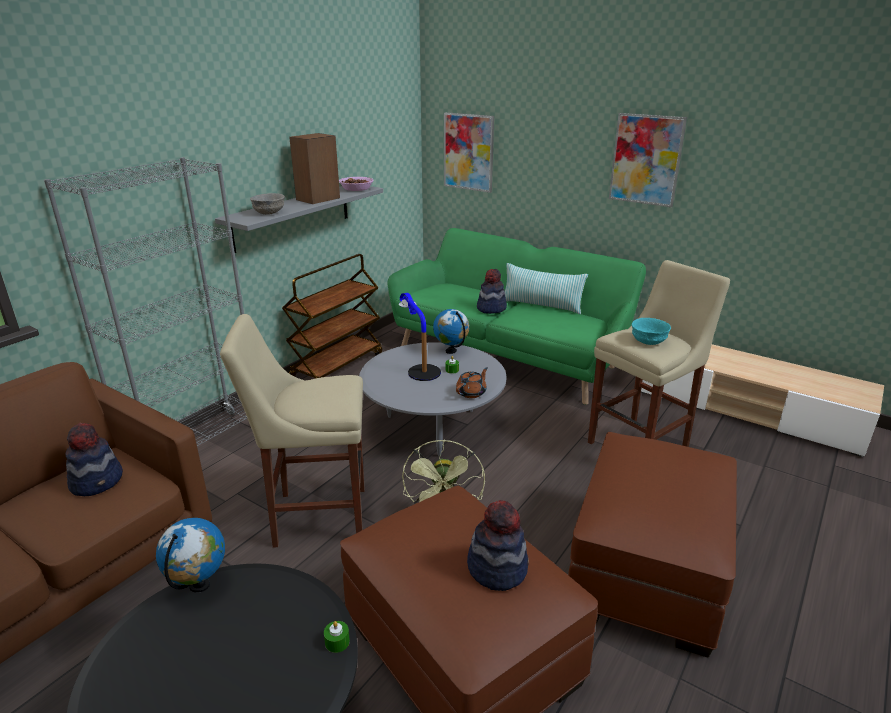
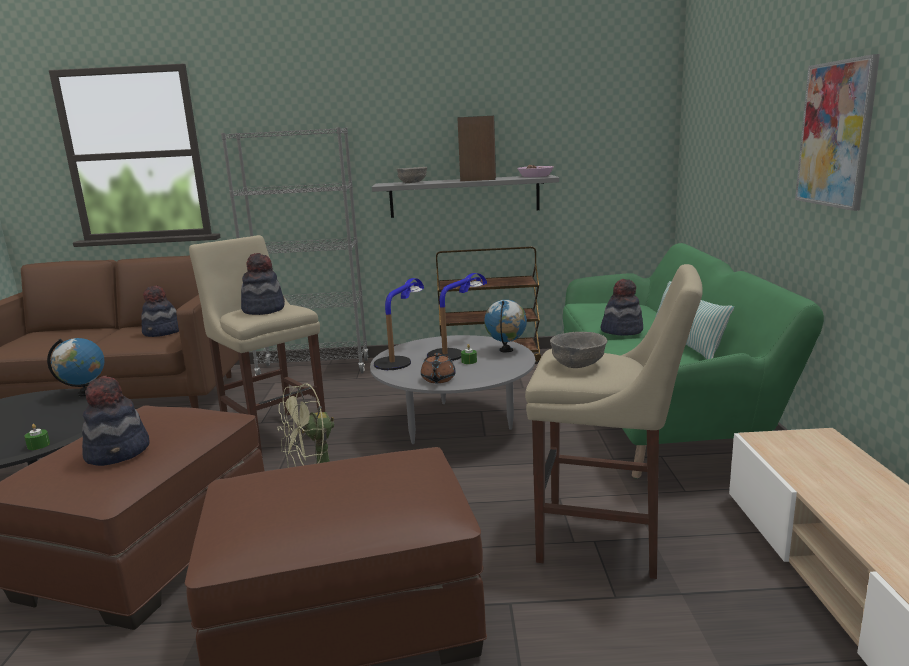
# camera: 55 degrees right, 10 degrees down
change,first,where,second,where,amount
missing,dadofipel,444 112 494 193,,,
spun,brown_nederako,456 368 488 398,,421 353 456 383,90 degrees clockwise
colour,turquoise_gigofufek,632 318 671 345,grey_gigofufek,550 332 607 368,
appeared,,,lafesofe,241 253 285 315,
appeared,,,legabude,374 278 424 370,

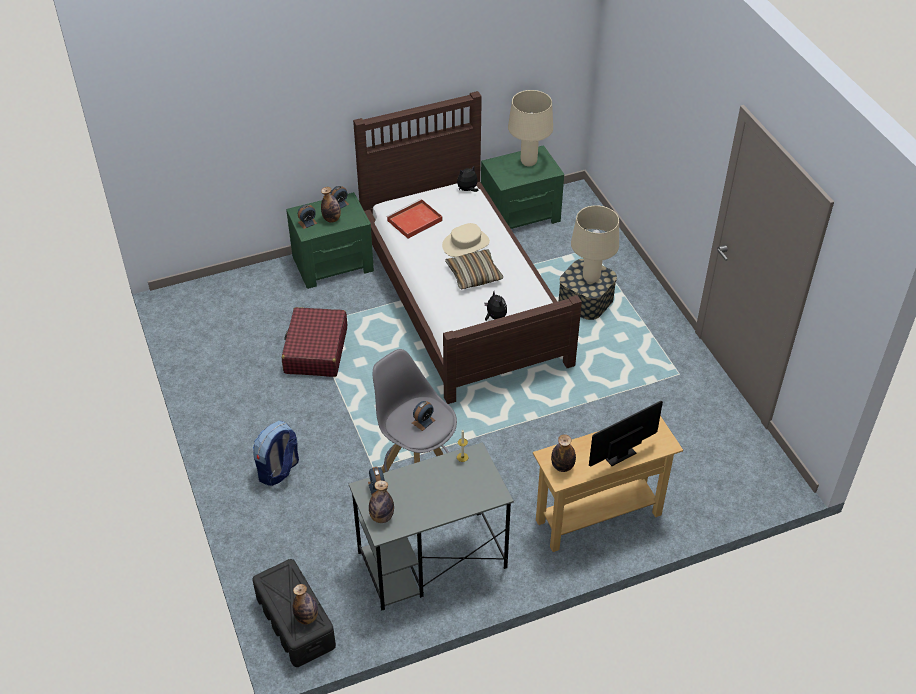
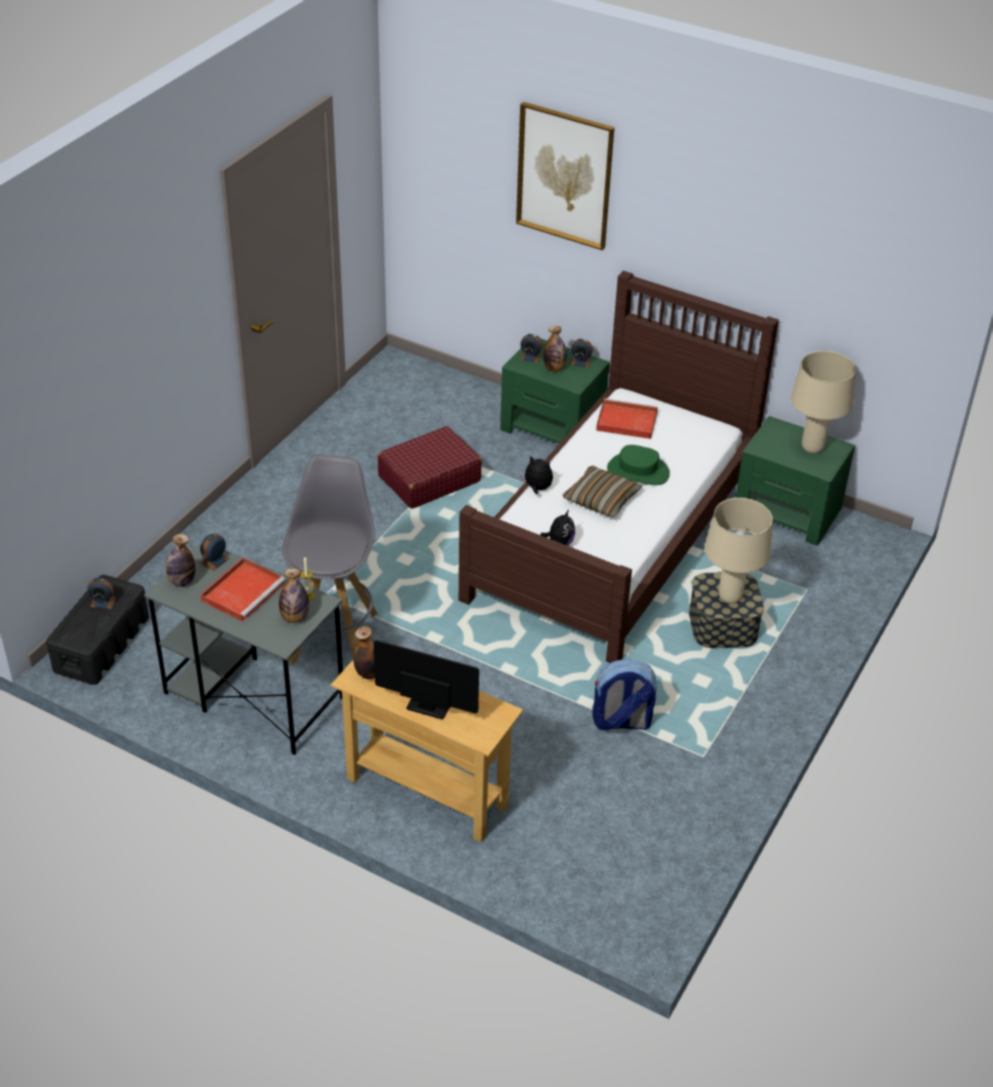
# camera: 50 degrees right, 5 degrees down
change,first,where,second,where,amount
relocated,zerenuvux,253 421 299 486,,592 659 657 730,
relocated,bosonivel,293 584 318 624,,279 568 309 623,
relocated,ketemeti,412 401 435 431,,87 577 116 609,
colour,beige_lafesofe,442 223 490 257,green_lafesofe,607 445 670 485,
relocated,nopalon,457 167 479 192,,520 455 553 494,
appeared,,,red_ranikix,200 557 285 622,
appeared,,,dadofipel,516 102 614 250,

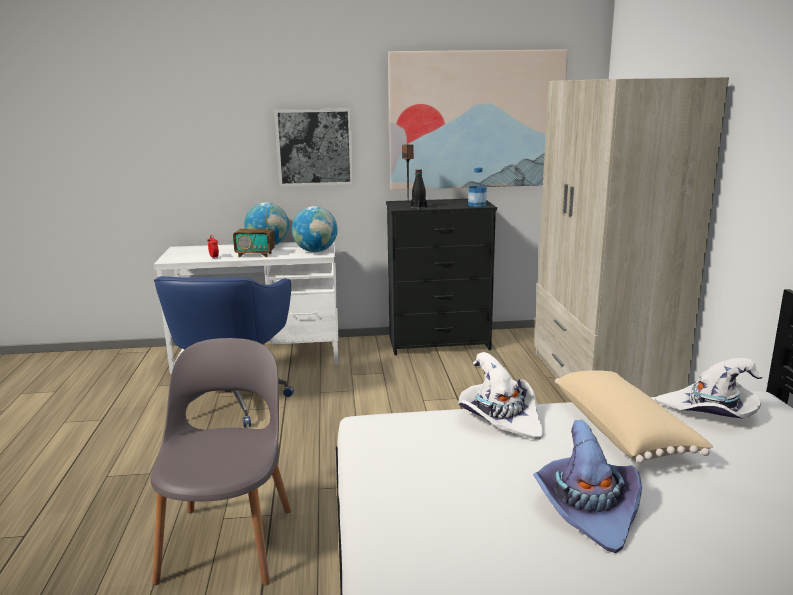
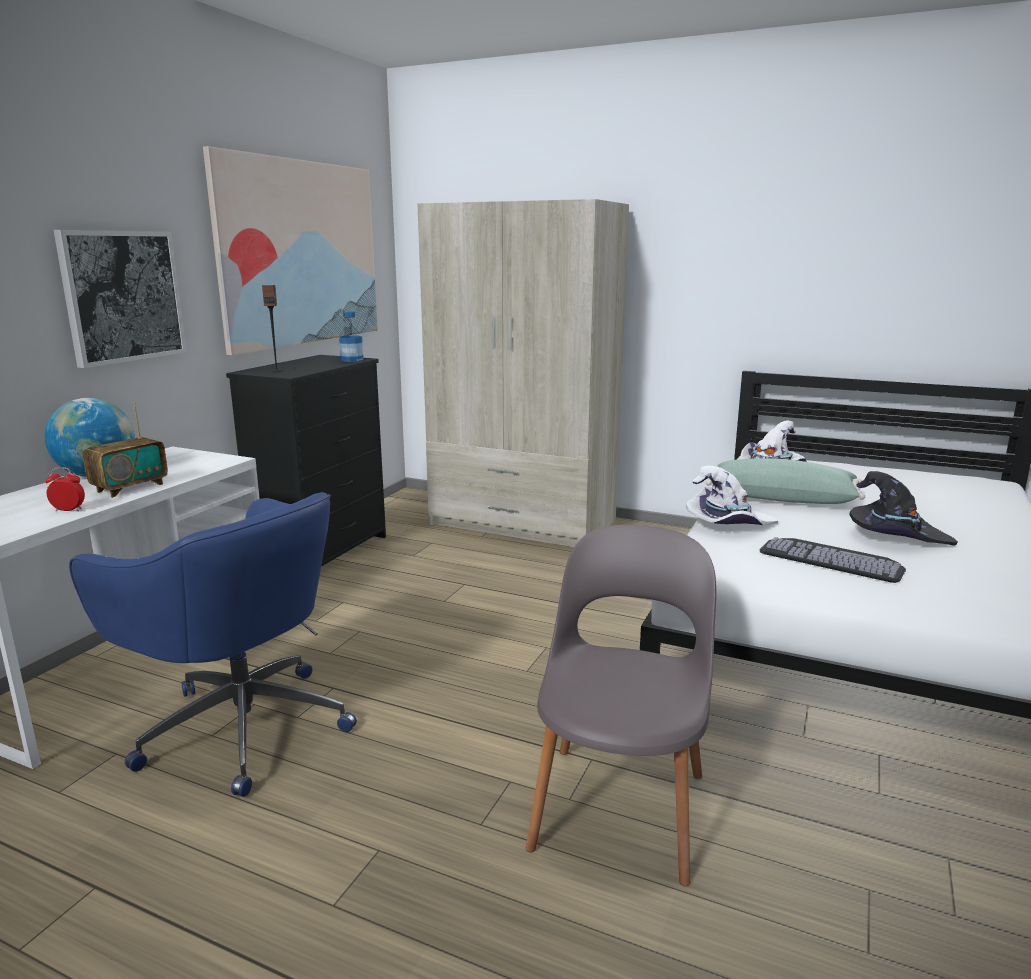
# camera: 60 degrees left, 0 degrees up
change,first,where,second,where,amount
spun,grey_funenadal,151 338 291 585,,526 525 716 886,75 degrees clockwise
missing,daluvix,292 206 338 252,,,
missing,black_bosonivel,410 169 427 209,,,
colour,purple_lafesofe,533 420 642 553,black_lafesofe,849 471 958 546,
colour,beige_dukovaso,555 370 713 463,green_dukovaso,706 459 865 504,
appeared,,,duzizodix,760 537 906 583,

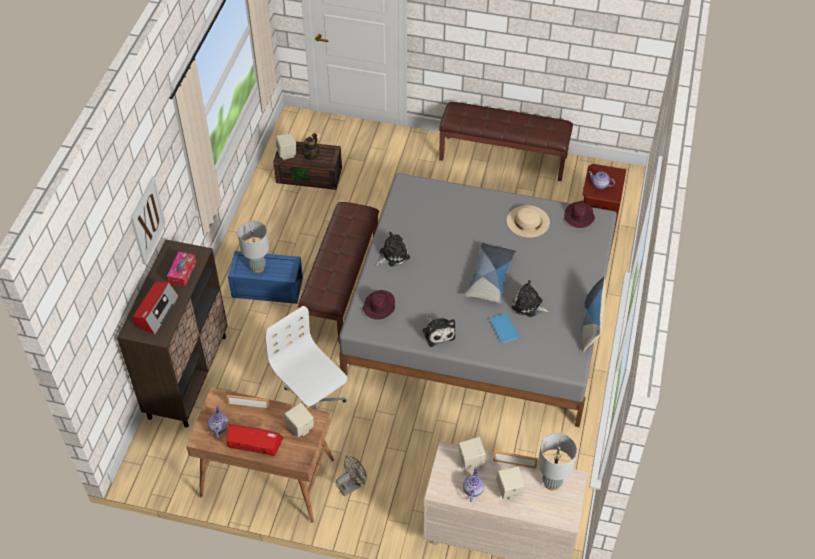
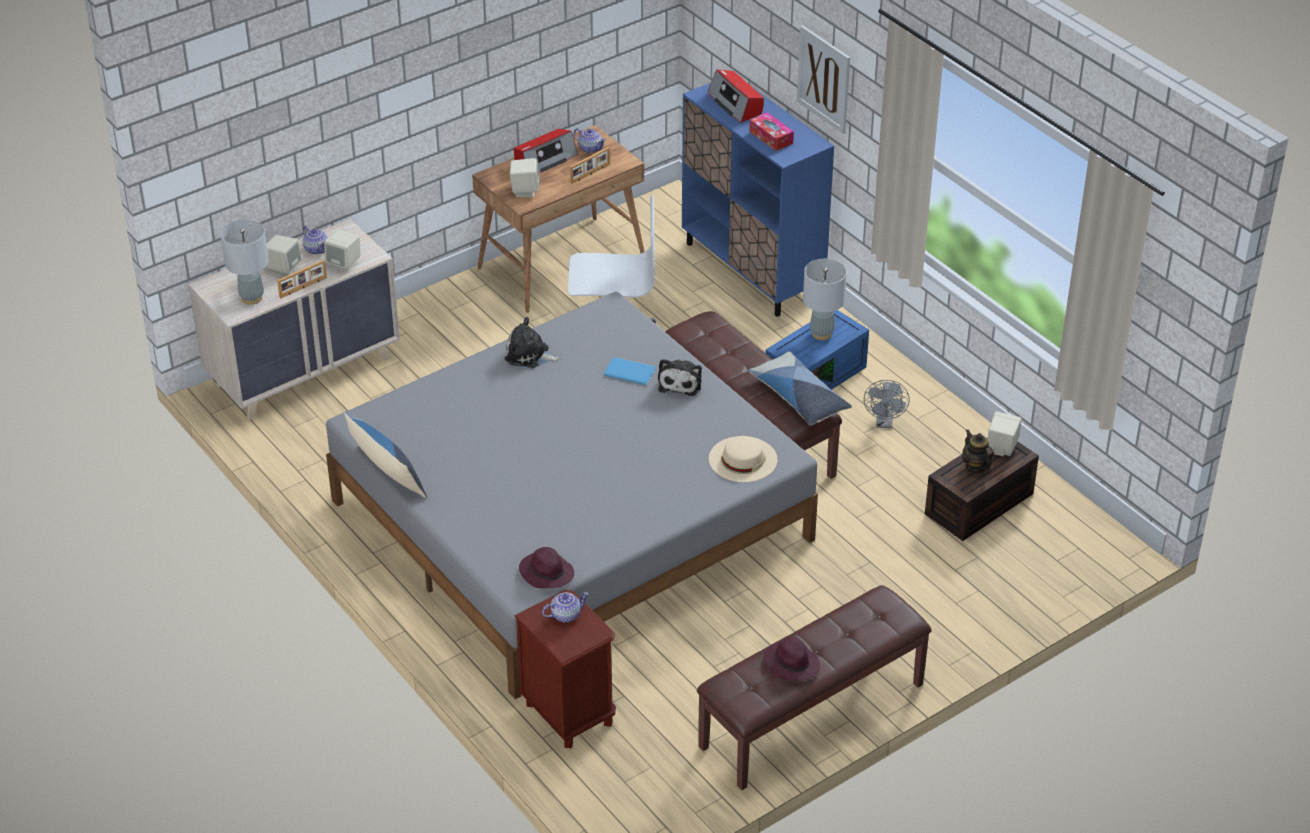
# camera: 130 degrees right, 10 degrees down
change,first,where,second,where,amount
colour,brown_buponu,117 239 228 428,blue_buponu,682 83 834 316,
relocated,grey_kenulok,336 456 367 496,,864 380 910 429,
relocated,purple_lafesofe,363 290 395 320,,764 637 820 681,
relocated,dukovaso,465 243 516 303,,748 351 852 425,
relocated,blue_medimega,490 313 520 344,,604 357 655 386,
relocated,beige_lafesofe,507 205 550 238,,709 436 778 482,
missing,nopalon,512 280 550 317,,,

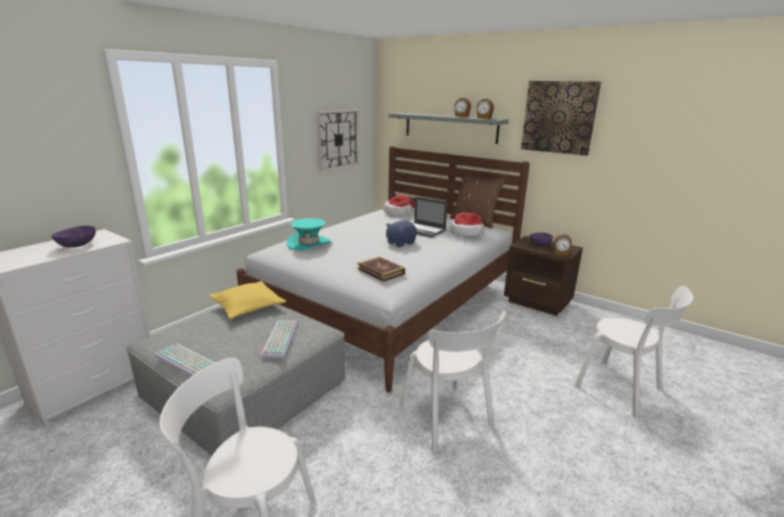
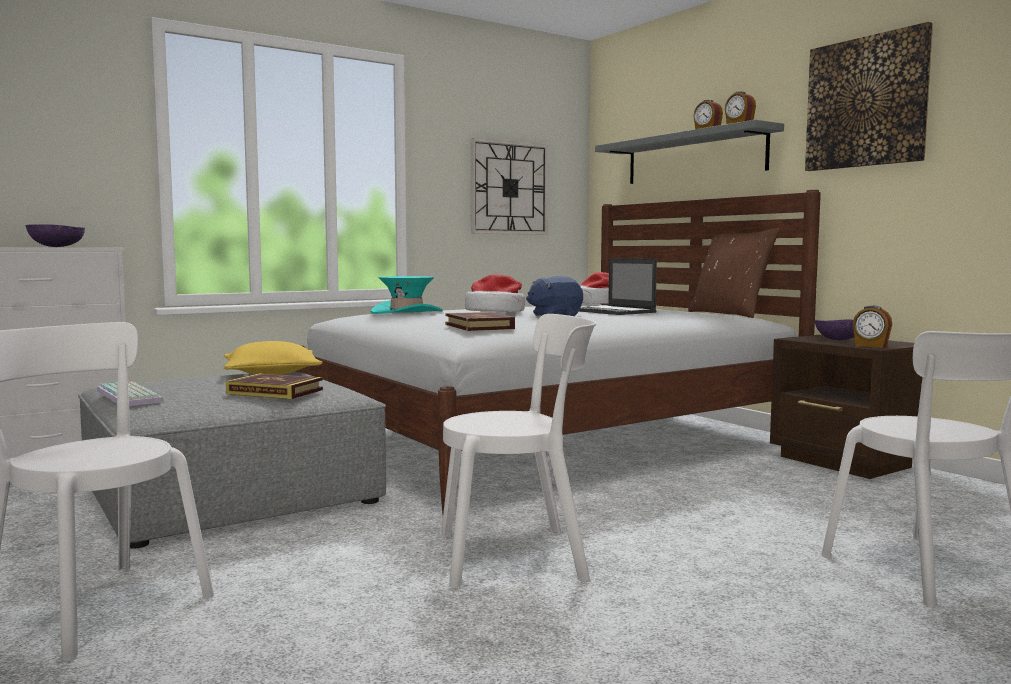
# camera: 20 degrees right, 15 degrees down
change,first,where,second,where,amount
exchanged,duzizodix,260 320 298 358,medimega,226 373 323 399,
spun,white_funenadal,399 311 506 452,,441 314 597 588,90 degrees counterclockwise
relocated,lafesofe,450 212 484 237,,465 274 525 312,

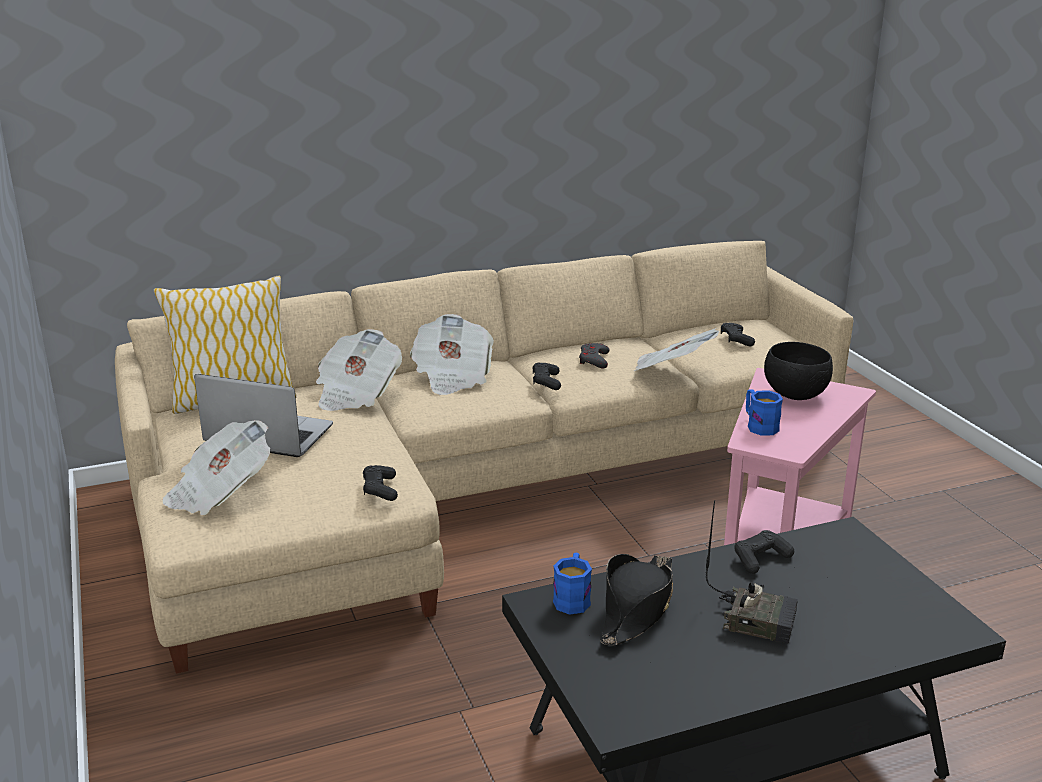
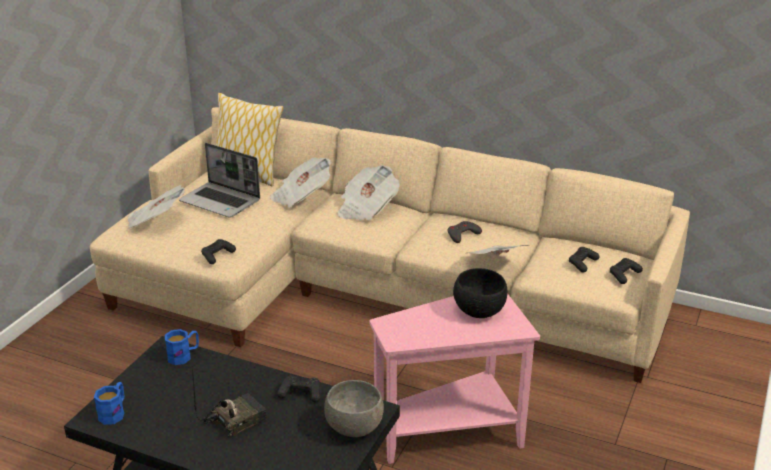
# camera: 45 degrees right, 5 degrees up
change,first,where,second,where,amount
spun,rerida,194 374 333 457,,179 143 260 218,150 degrees clockwise
relocated,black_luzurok,533 362 561 390,,610 258 643 284,
missing,black_lafesofe,600 554 673 646,,,
spun,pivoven,706 500 798 644,,192 366 267 438,105 degrees counterclockwise
relocated,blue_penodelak,746 390 783 436,,94 382 124 425,
appeared,,,grey_gigofufek,324 380 384 437,

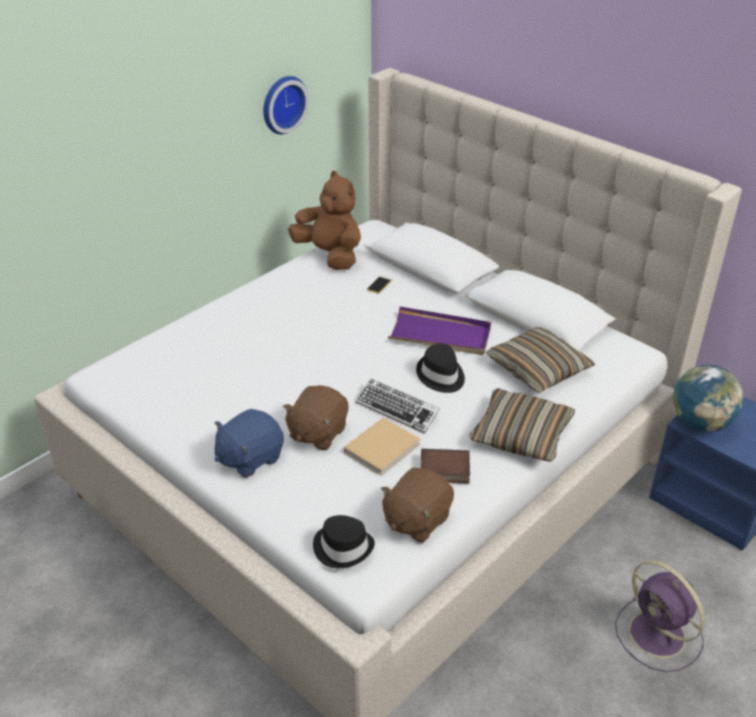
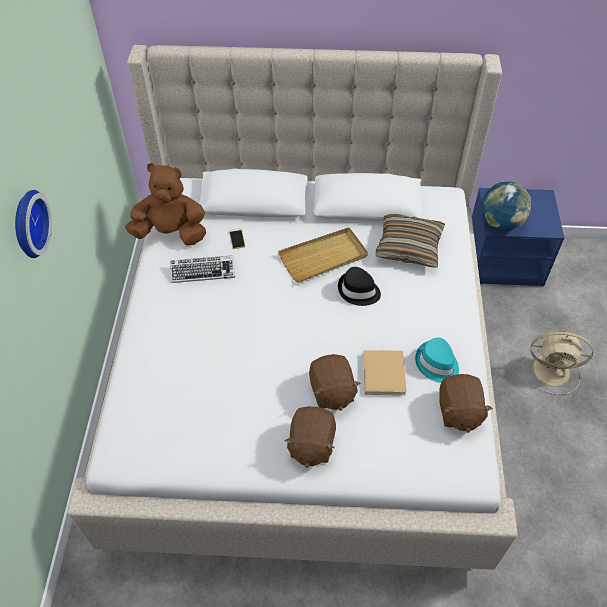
# camera: 40 degrees left, 15 degrees up
change,first,where,second,where,amount
colour,blue_nopalon,214 409 284 478,brown_nopalon,284 406 336 468,
relocated,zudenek,263 76 309 134,,15 190 52 258,
missing,black_lafesofe,313 515 375 568,,,
relocated,duzizodix,356 379 440 434,,170 255 235 283,
colour,purple_ranikix,388 306 491 355,beige_ranikix,278 228 368 283,
exchanged,medimega,421 449 470 484,turquoise_lafesofe,415 338 459 383,
missing,dukovaso,469 388 575 462,,,
colour,purple_kenulok,615 560 705 672,beige_kenulok,522 331 593 394,

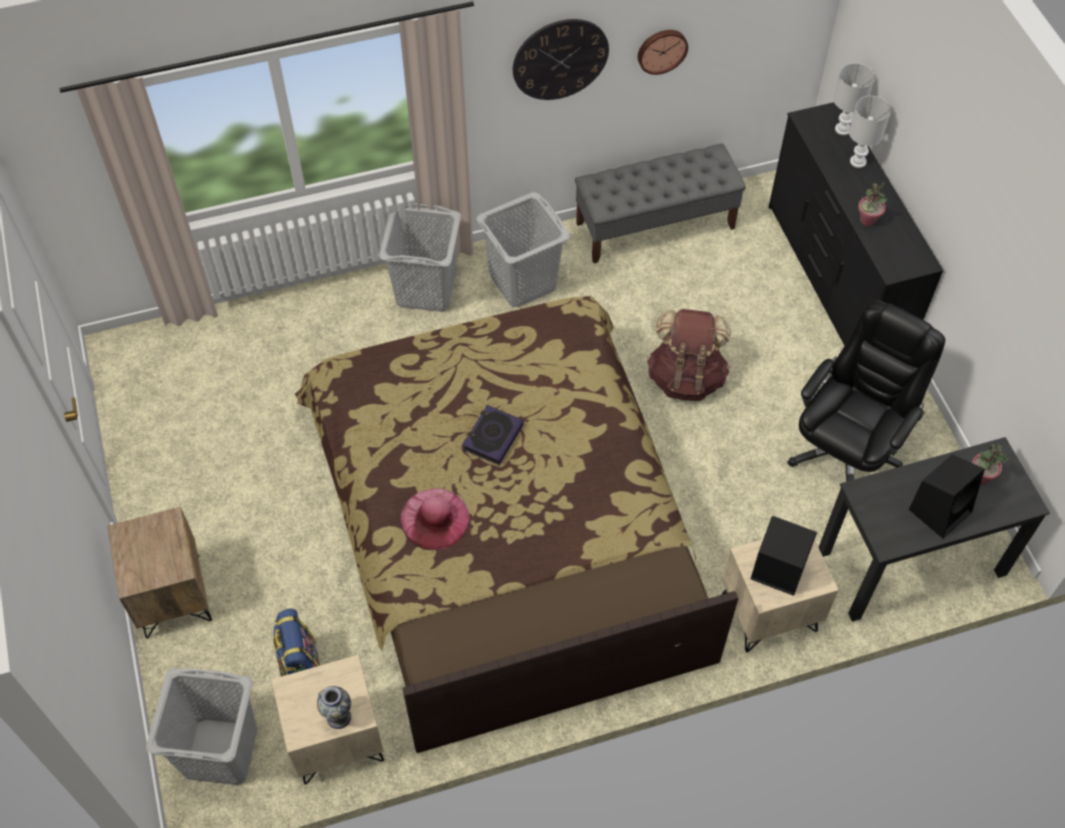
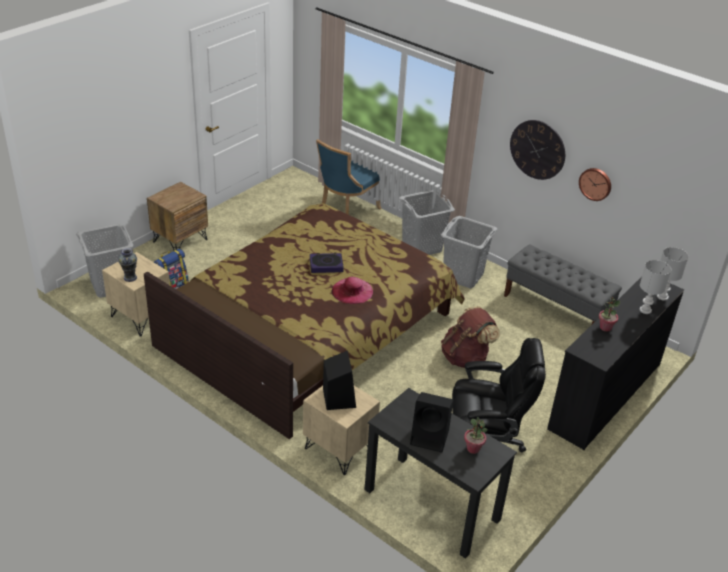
# camera: 55 degrees right, 20 degrees down
change,first,where,second,where,amount
relocated,pink_lafesofe,400 488 470 550,,332 277 373 304,
appeared,,,blue_funenadal,316 139 381 214,

